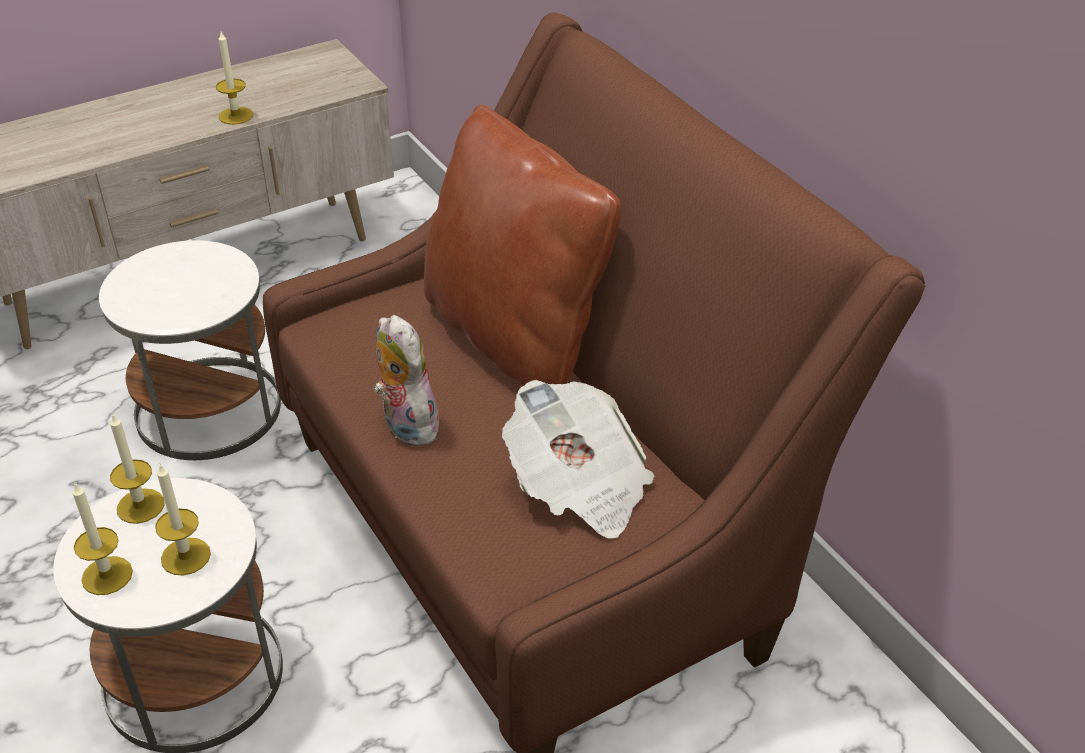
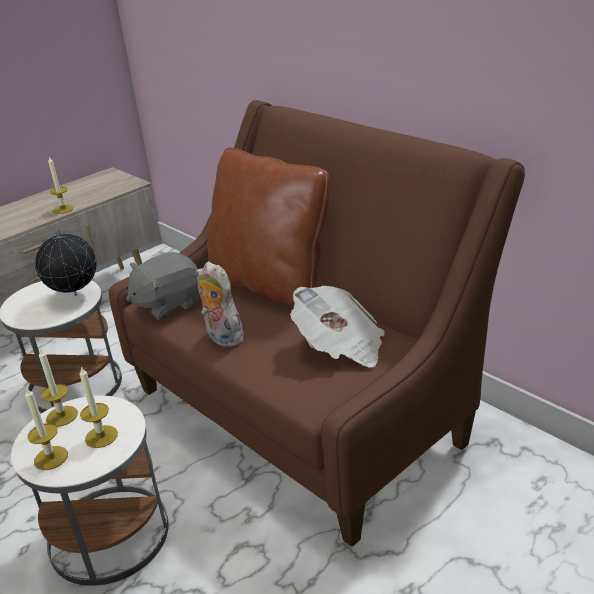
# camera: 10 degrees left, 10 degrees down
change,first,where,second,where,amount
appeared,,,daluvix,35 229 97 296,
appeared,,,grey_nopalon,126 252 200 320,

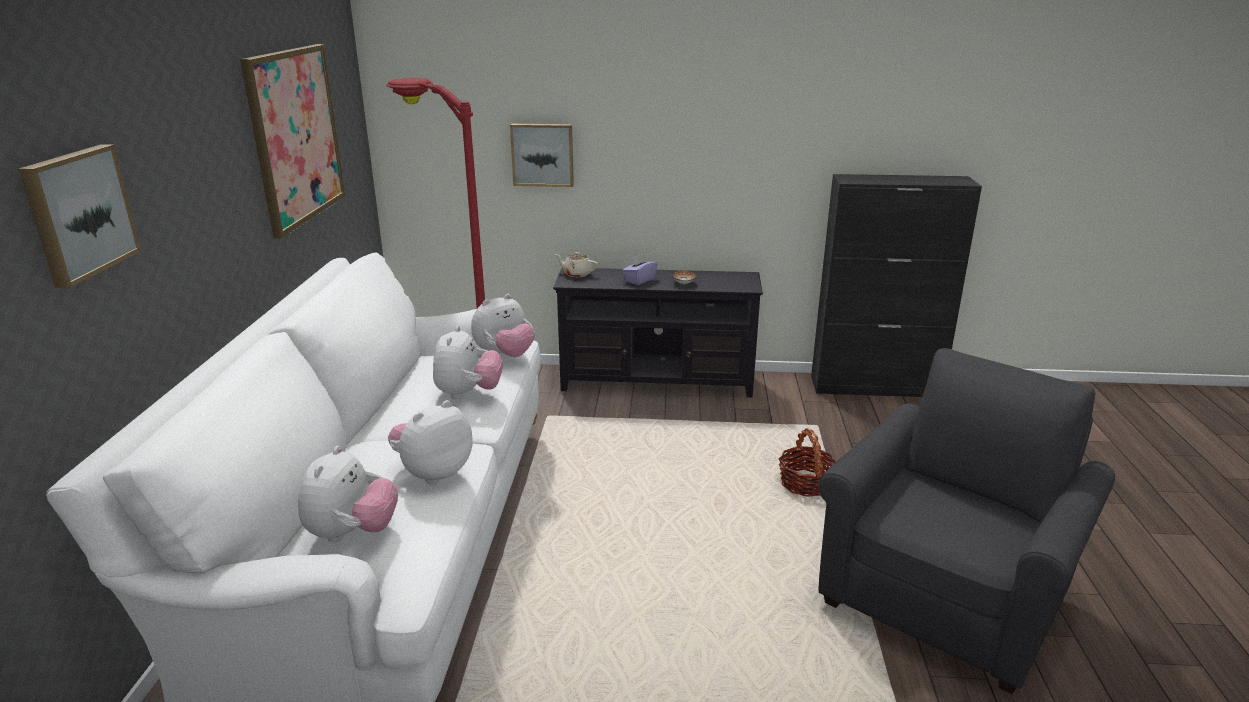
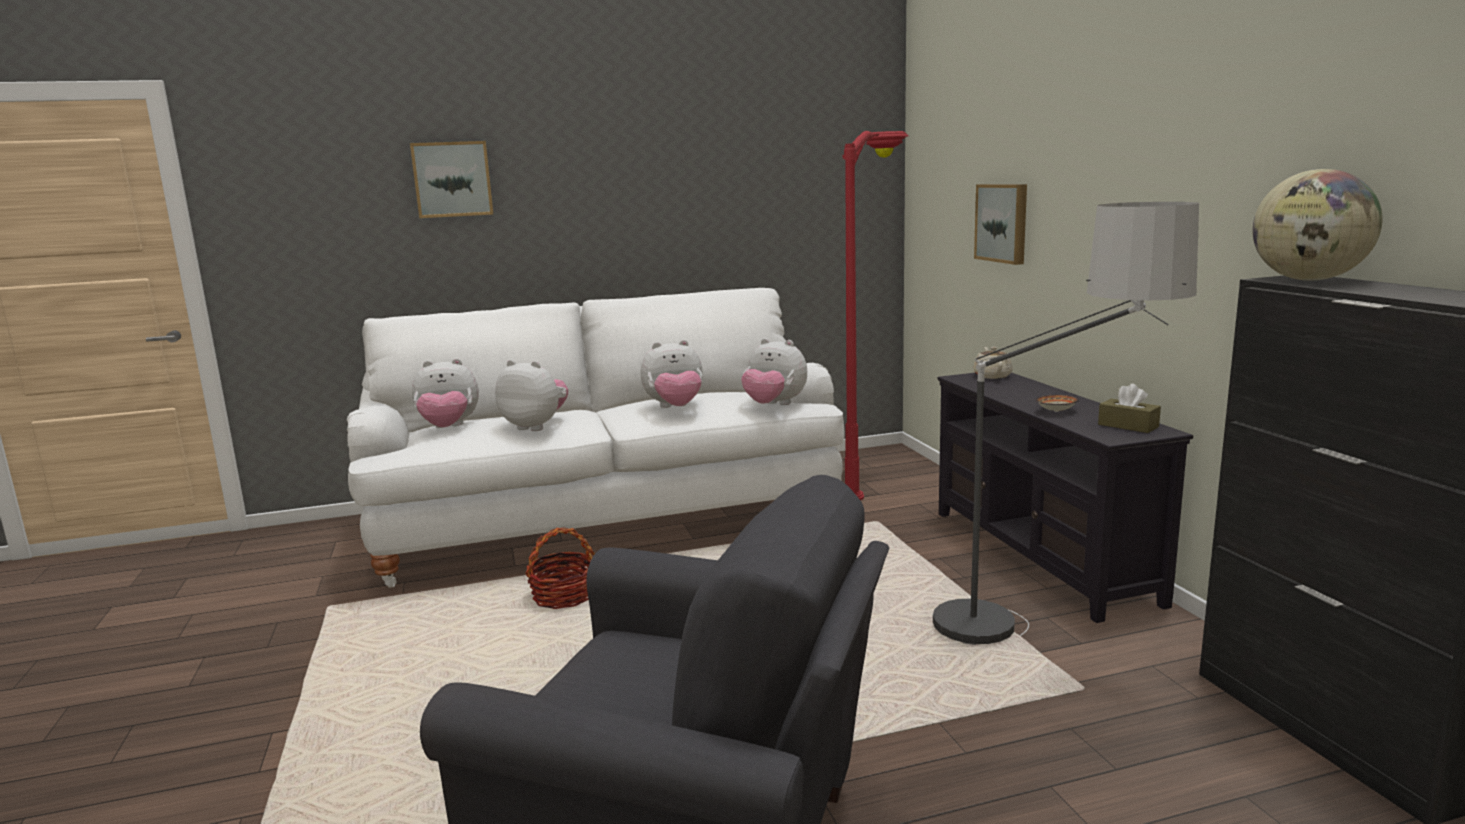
# camera: 70 degrees right, 10 degrees down
change,first,where,second,where,amount
missing,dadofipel,240 44 346 239,,,
missing,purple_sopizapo,622 254 658 285,,,
relocated,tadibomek,779 428 836 497,,525 527 595 609,
appeared,,,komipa,931 202 1199 645,
appeared,,,brown_sopizapo,1098 384 1161 433,
appeared,,,daluvix,1253 169 1382 281,

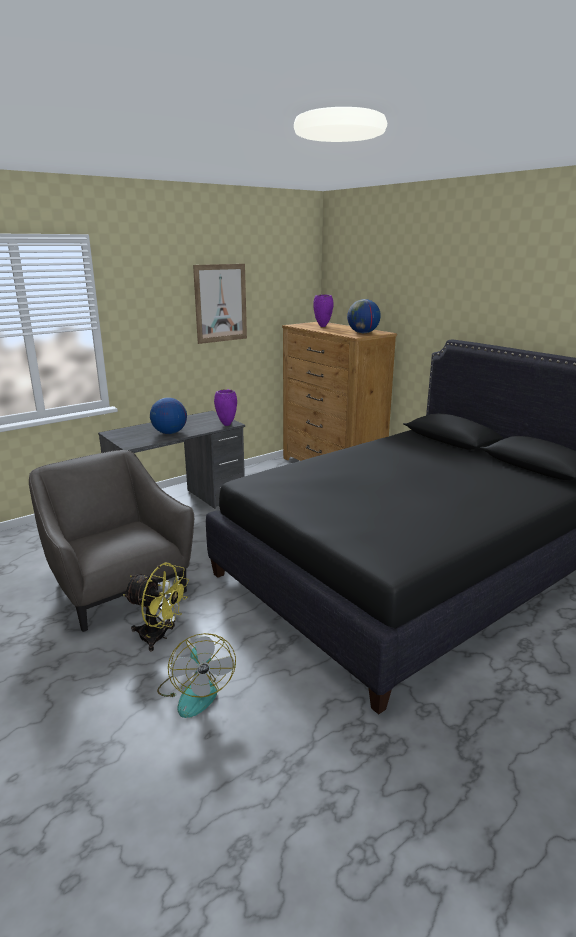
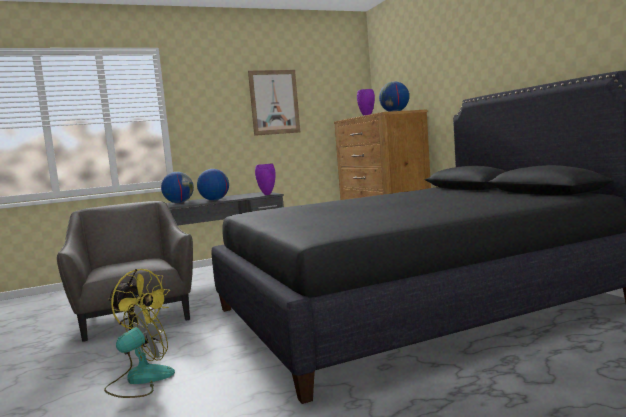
# camera: 15 degrees right, 15 degrees down
change,first,where,second,where,amount
spun,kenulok,157 633 236 718,,104 304 175 398,135 degrees counterclockwise
appeared,,,daluvix,161 172 194 203,

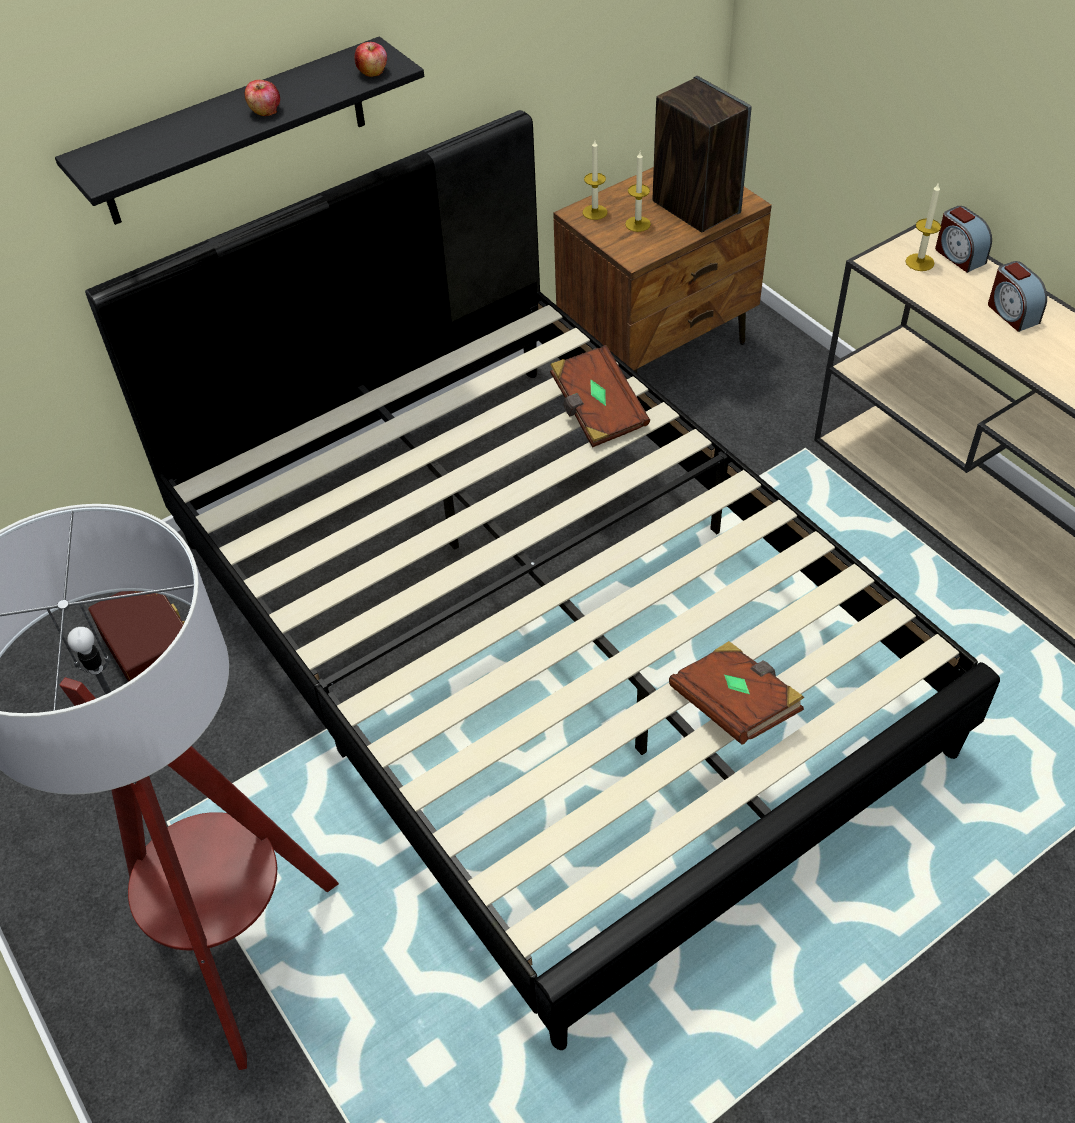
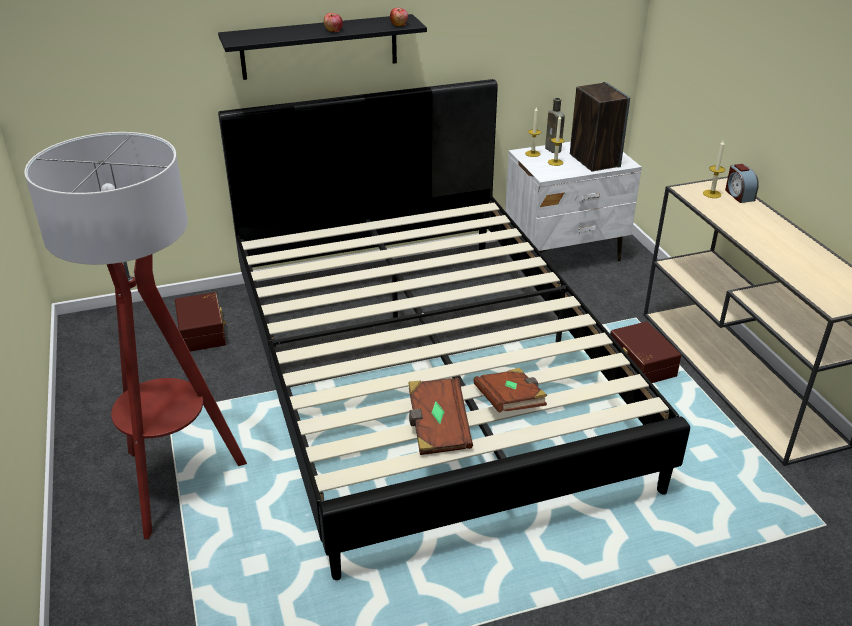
# camera: 15 degrees right, 15 degrees down
change,first,where,second,where,amount
relocated,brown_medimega,550 345 650 448,,408 378 473 455,
colour,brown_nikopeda,553 167 772 373,white_nikopeda,505 142 642 261,
missing,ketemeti,988 261 1047 332,,,
appeared,,,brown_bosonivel,545 98 565 153,
appeared,,,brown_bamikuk,610 322 681 383,

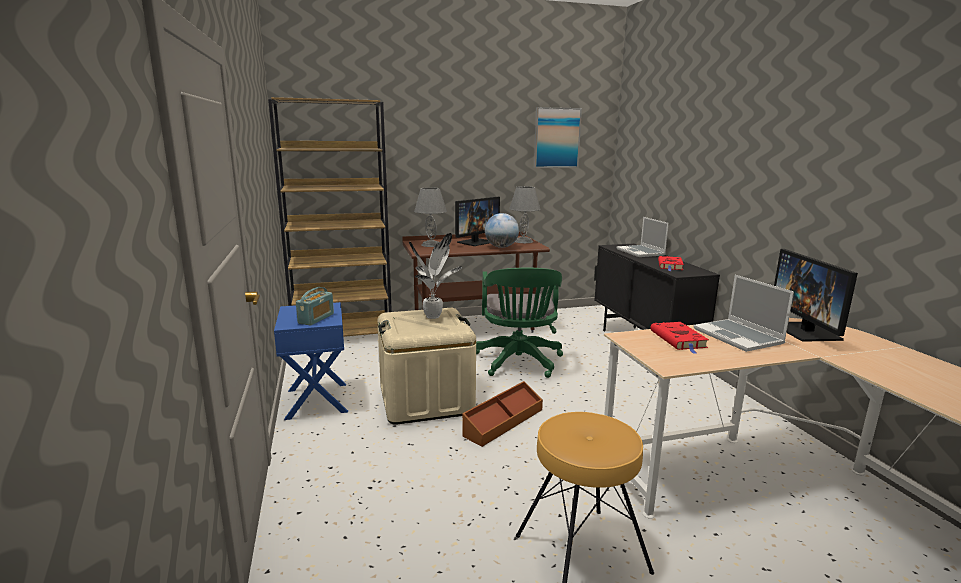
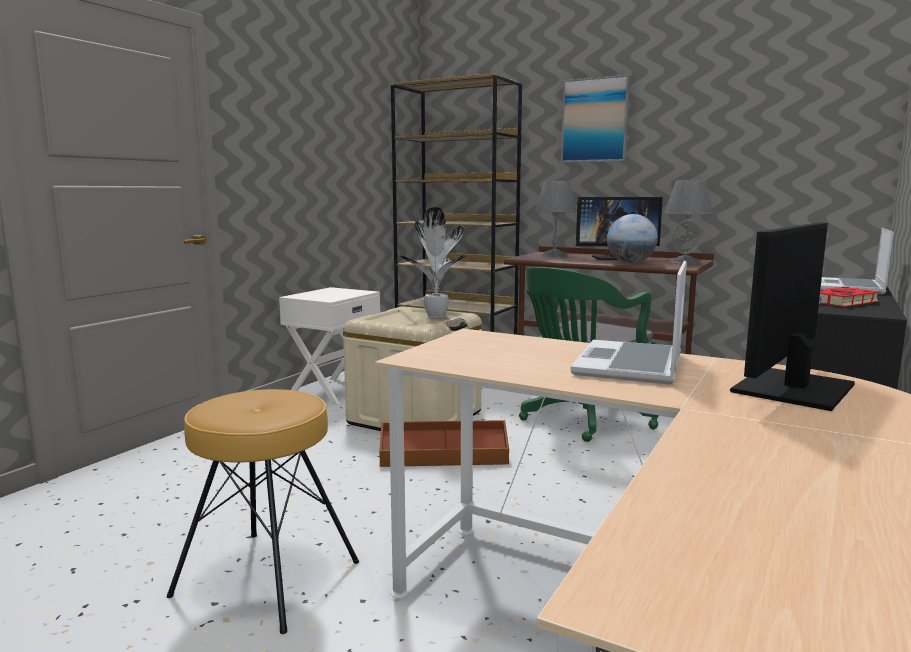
# camera: 45 degrees right, 5 degrees down
change,first,where,second,where,amount
colour,blue_nikopeda,274 302 348 420,white_nikopeda,279 287 380 405,
missing,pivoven,296 287 334 325,,,
relocated,dadofipel,534 107 582 168,,561 75 630 162,
missing,red_medimega,650 322 709 354,,,

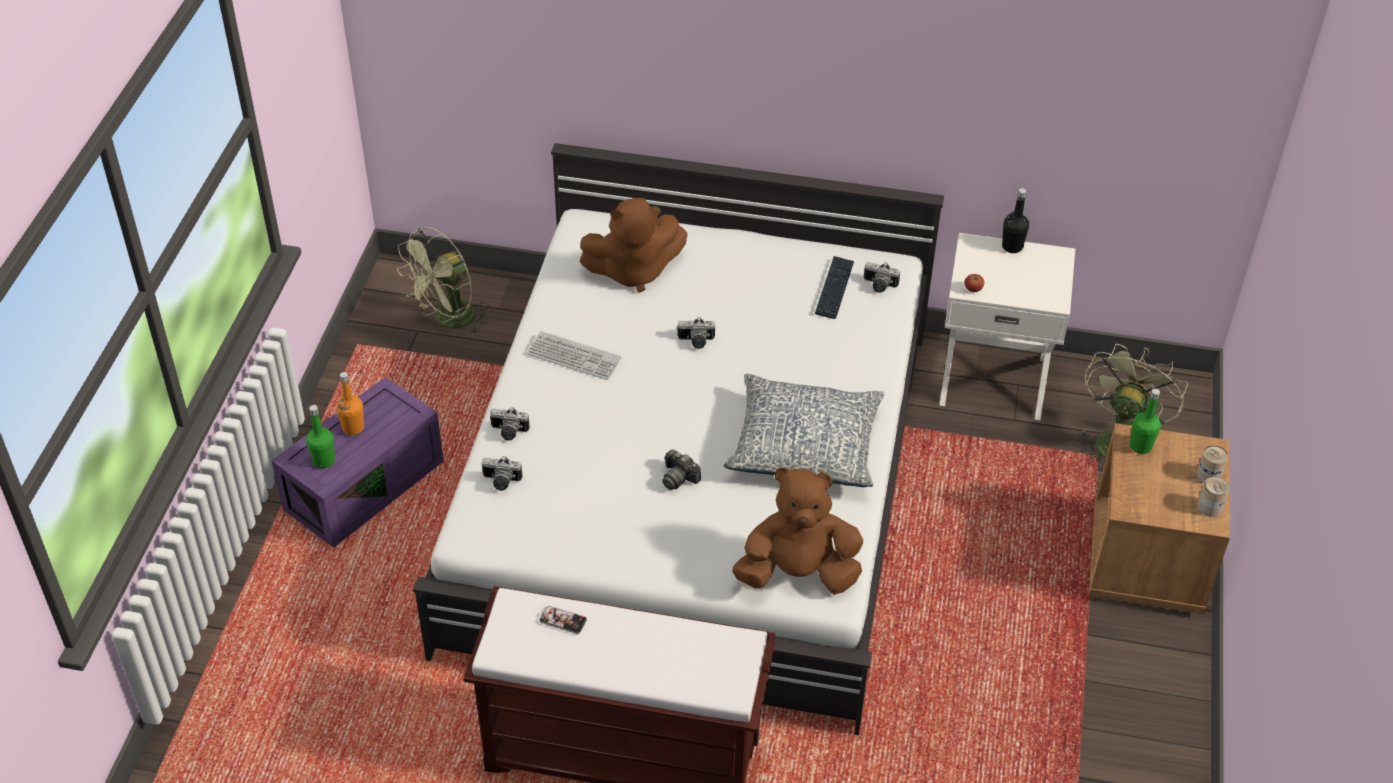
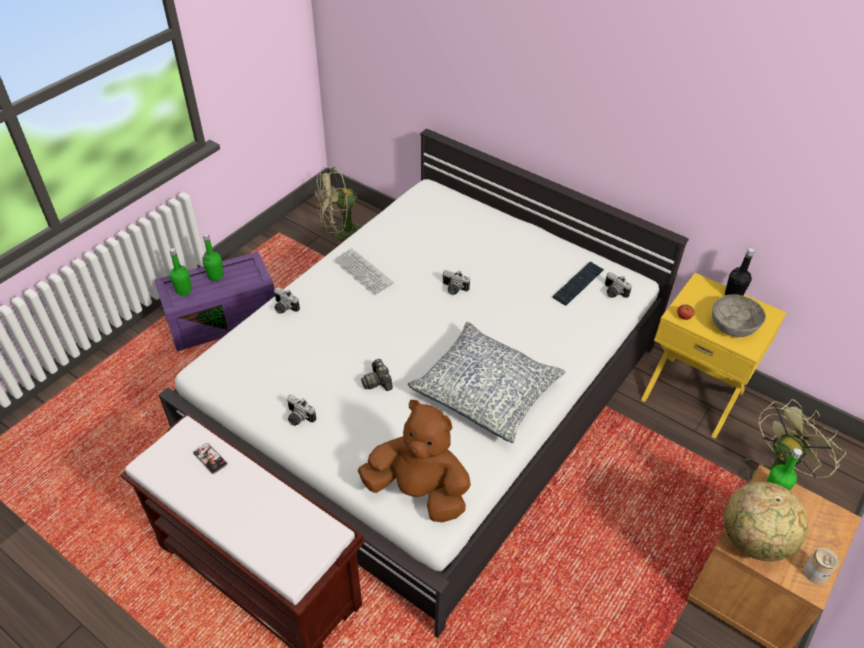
# camera: 25 degrees right, 0 degrees up
change,first,where,second,where,amount
colour,orange_bosonivel,336 372 364 435,green_bosonivel,202 233 224 281,
relocated,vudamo,482 456 523 491,,287 394 316 426,
missing,brown_nopalon,579 198 688 293,,,
colour,white_nikopeda,939 233 1075 420,yellow_nikopeda,641 273 787 439,
missing,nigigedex,1197 445 1228 483,,,
appeared,,,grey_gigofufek,712 294 766 337,
appeared,,,daluvix,724 482 808 561,

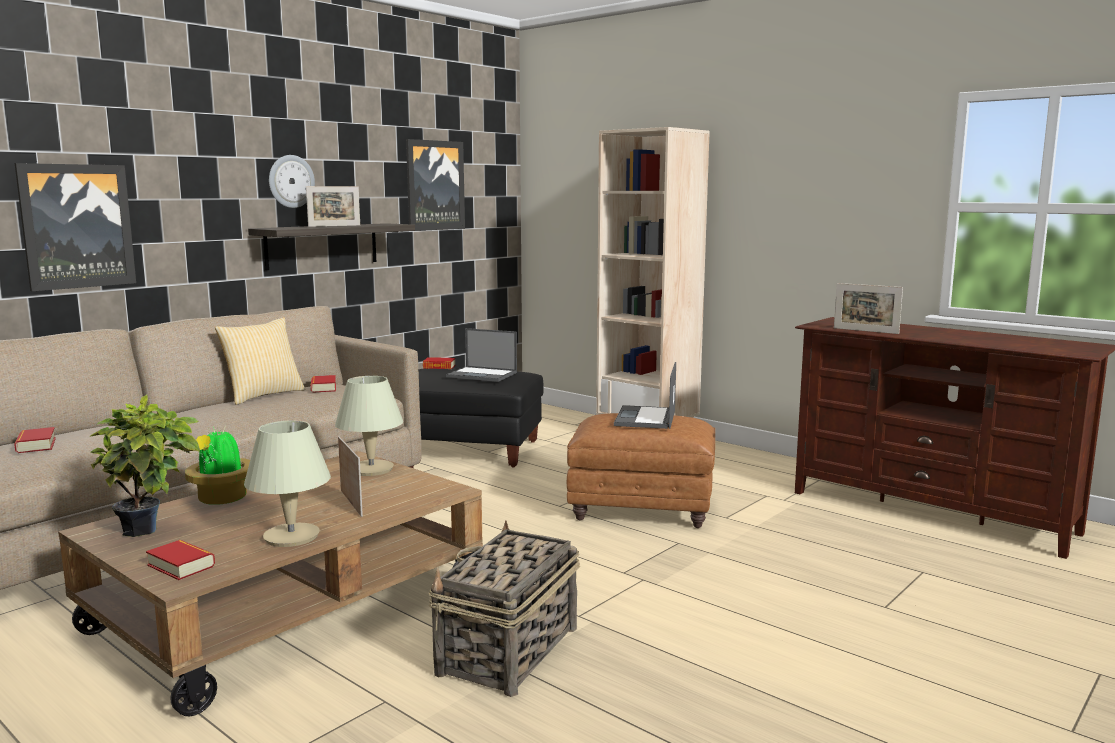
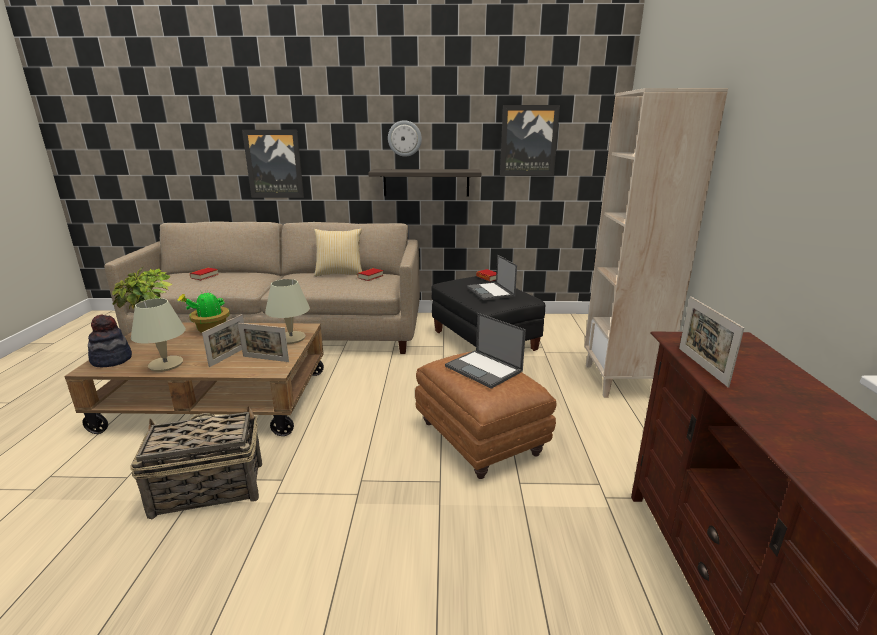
# camera: 50 degrees right, 10 degrees up
change,first,where,second,where,amount
exchanged,medimega,146 540 215 580,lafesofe,88 315 132 367,
relocated,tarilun,306 186 360 227,,238 323 289 362,
spun,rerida,614 362 676 429,,445 313 526 389,105 degrees counterclockwise

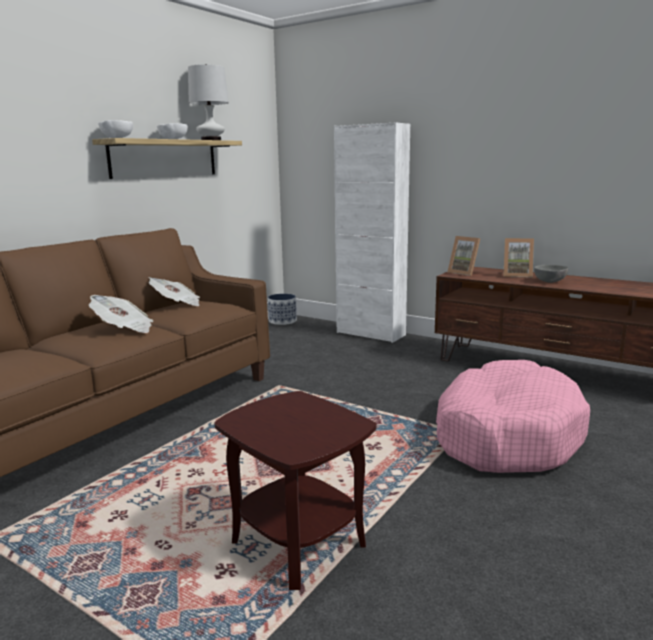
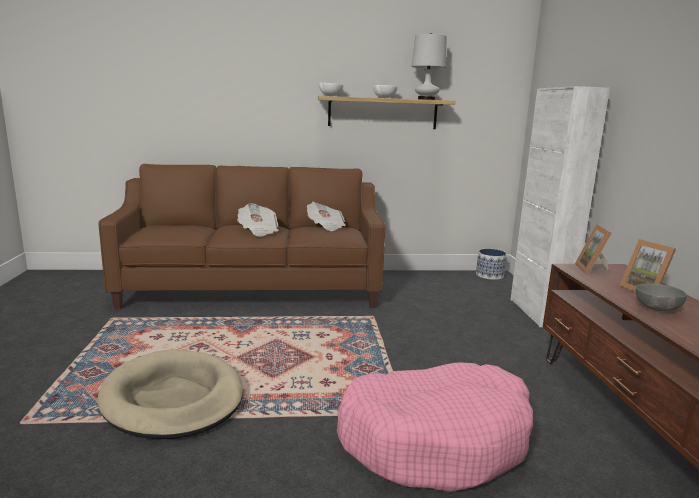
# camera: 50 degrees right, 0 degrees up
change,first,where,second,where,amount
exchanged,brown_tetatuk,214 391 377 590,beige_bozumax,97 349 244 439,

